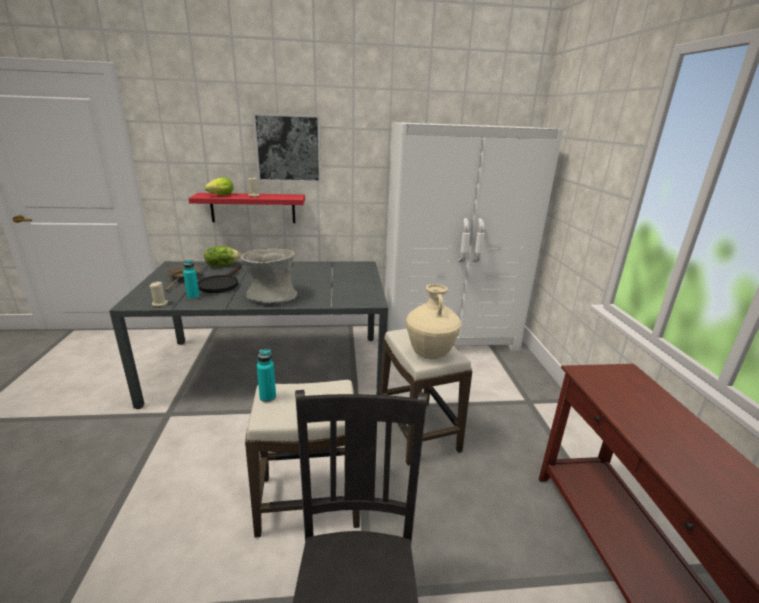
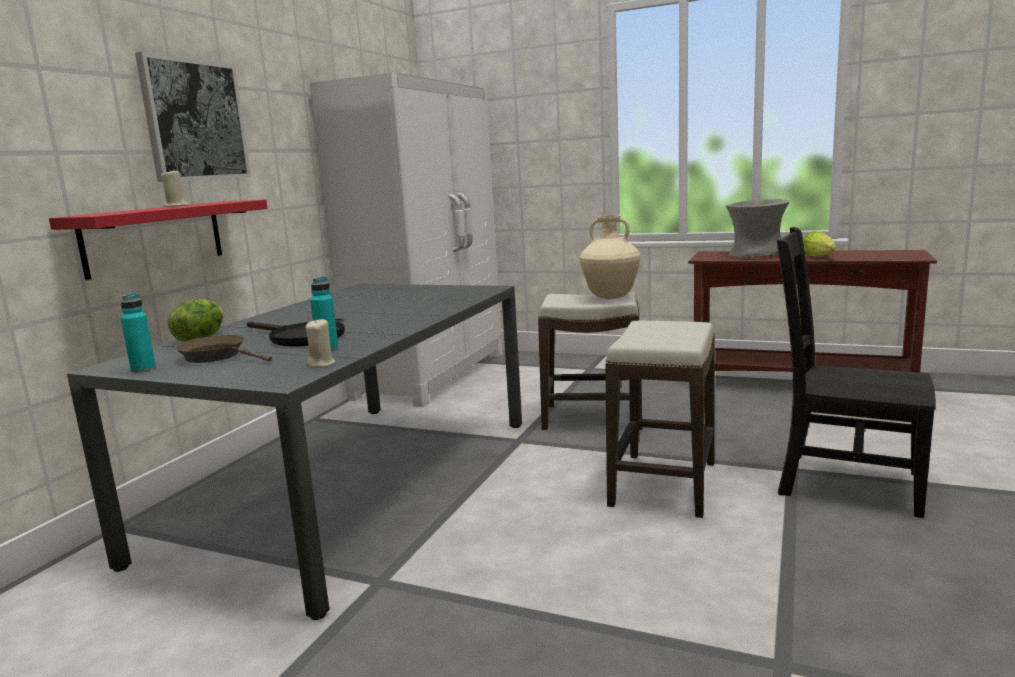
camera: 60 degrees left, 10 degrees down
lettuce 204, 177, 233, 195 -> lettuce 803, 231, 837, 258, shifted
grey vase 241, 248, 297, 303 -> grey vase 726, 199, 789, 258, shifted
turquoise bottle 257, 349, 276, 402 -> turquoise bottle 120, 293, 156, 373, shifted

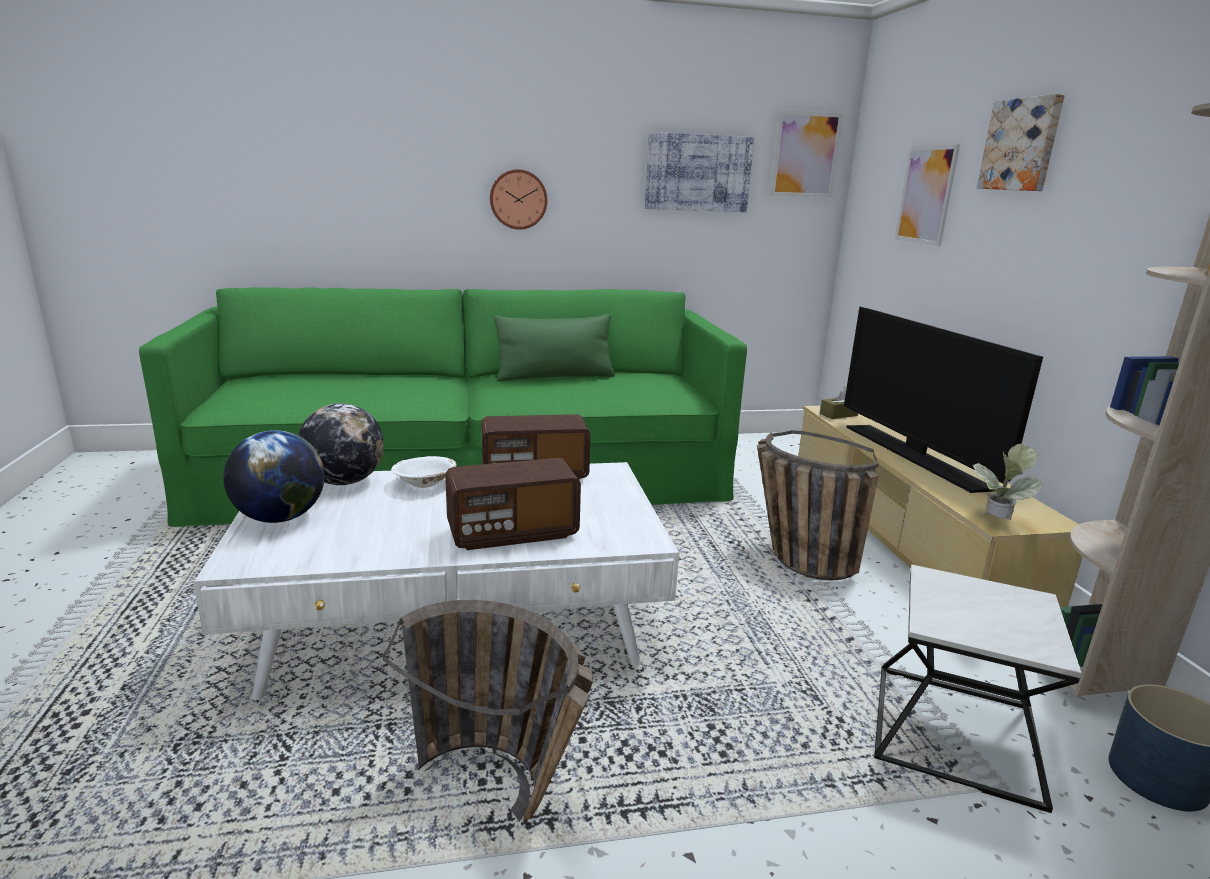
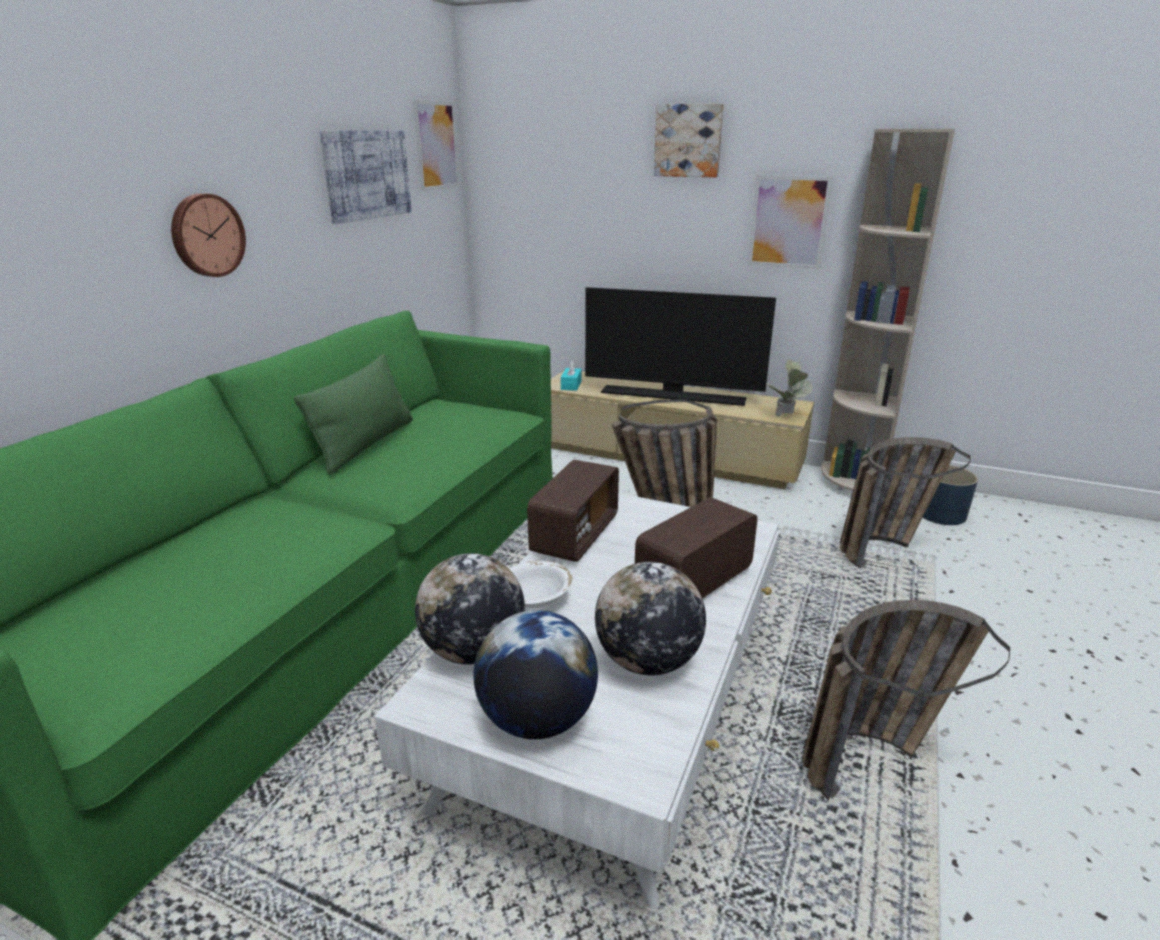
camera: 55 degrees left, 5 degrees up
radio 445, 458, 581, 550 -> radio 635, 497, 758, 598, 150 degrees counterclockwise
brown tissue box 820, 387, 858, 419 -> turquoise tissue box 561, 360, 582, 391
side table 874, 565, 1082, 813 -> basket 840, 437, 971, 568
picture 895, 144, 960, 246 -> picture 748, 175, 833, 270, shifted
none -> globe 595, 562, 706, 675

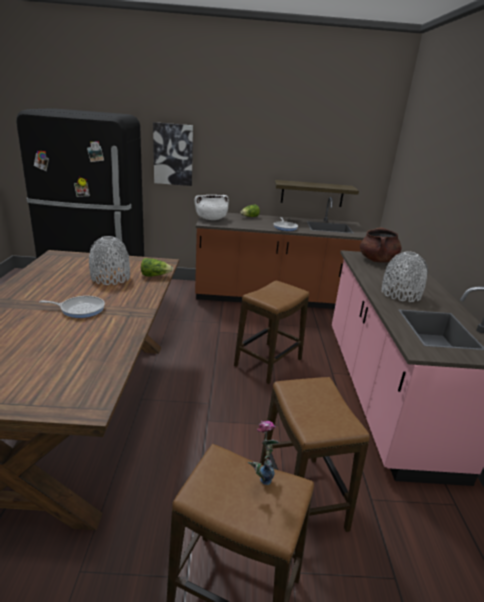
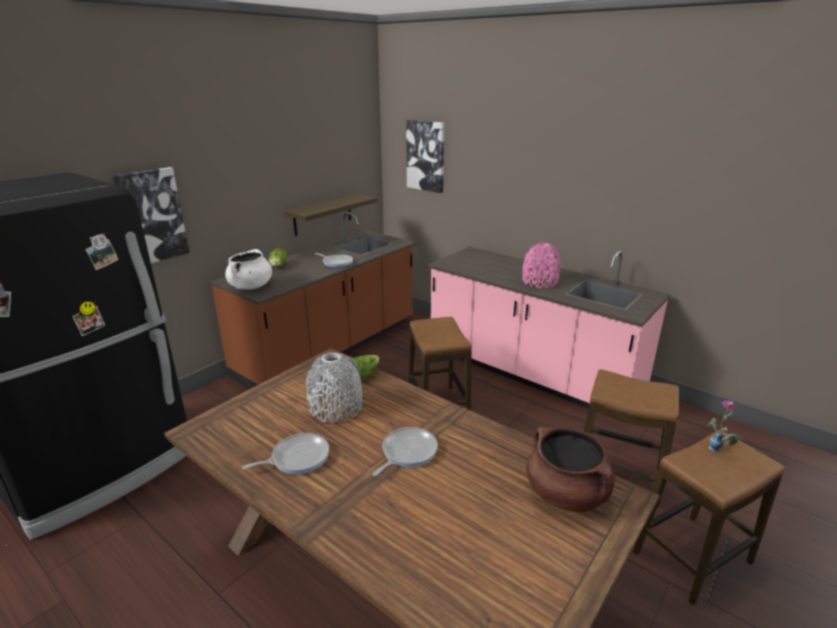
camera: 50 degrees left, 0 degrees up
brown cooking pot 360, 227, 402, 263 -> brown cooking pot 526, 427, 615, 512, shifted
grey vase 382, 251, 428, 302 -> pink vase 522, 243, 561, 288
none -> frying pan 242, 433, 329, 474
none -> picture 406, 120, 444, 193

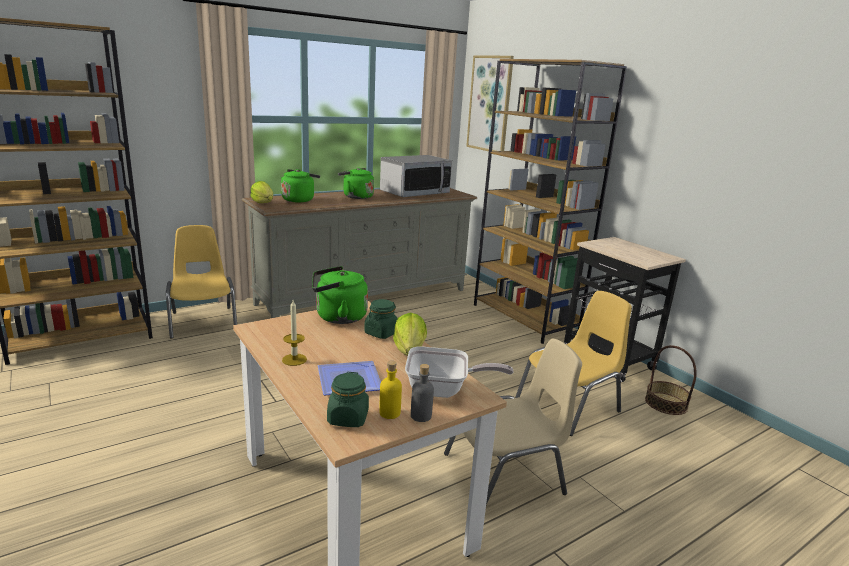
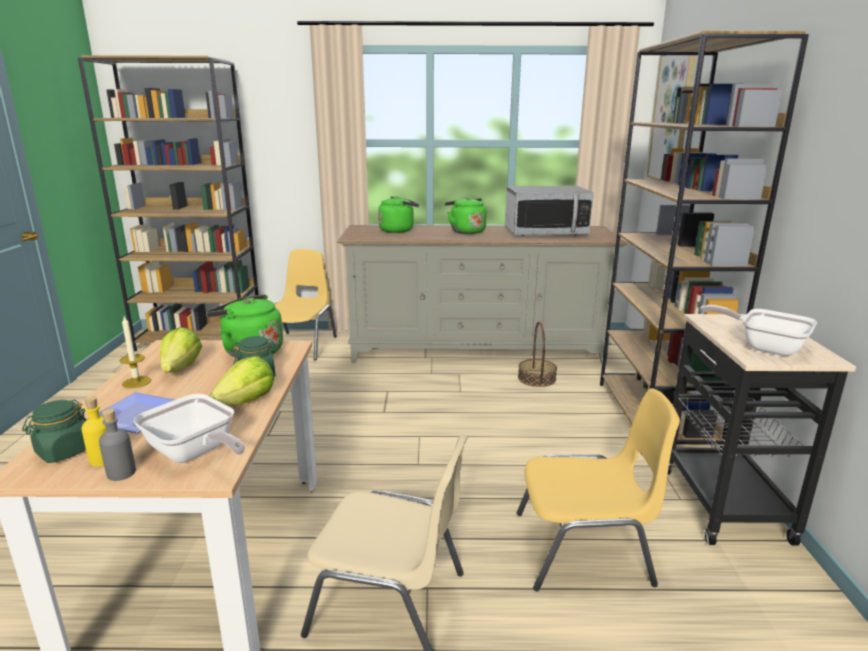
camera: 35 degrees right, 0 degrees up
lettuce 250, 181, 273, 203 -> lettuce 160, 327, 202, 373, shifted
basket 645, 345, 697, 415 -> basket 518, 322, 557, 387, shifted
none -> frying pan 700, 305, 817, 356

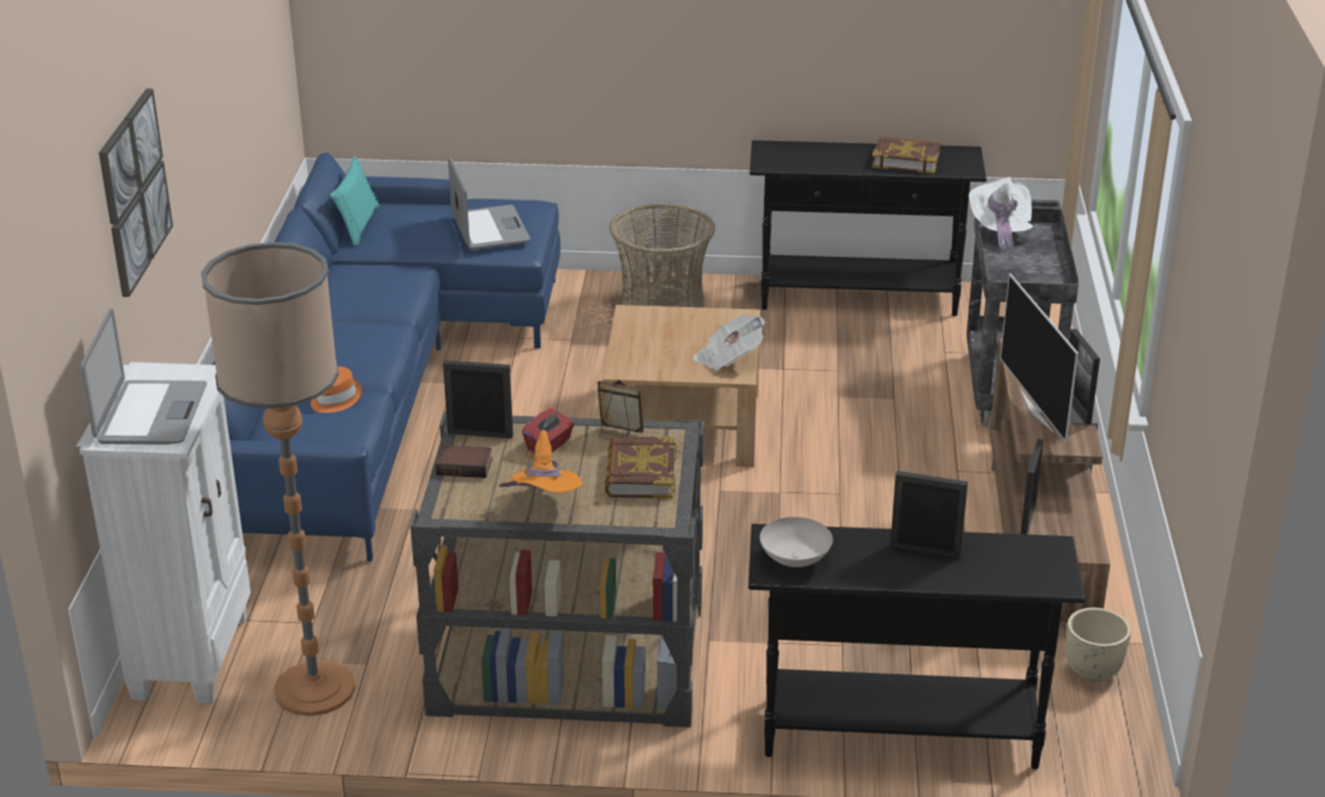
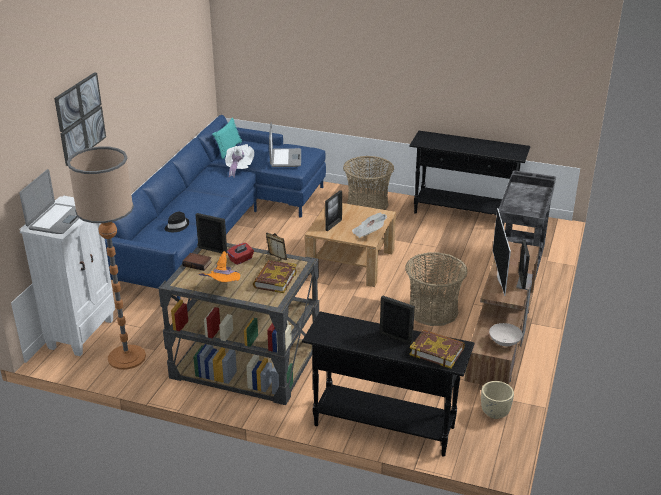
camera: 15 degrees right, 0 degrees up
orange hat 311, 366, 362, 413 -> black hat 165, 212, 189, 232
white bowl 760, 517, 833, 567 -> white bowl 489, 323, 523, 346, shifted
book 872, 136, 941, 174 -> book 409, 330, 465, 369, shifted
white hat 969, 177, 1033, 253 -> white hat 225, 144, 254, 178, shifted
picture frame 1020, 439, 1044, 534 -> picture frame 325, 190, 342, 231, shifted
none -> basket 405, 252, 468, 326

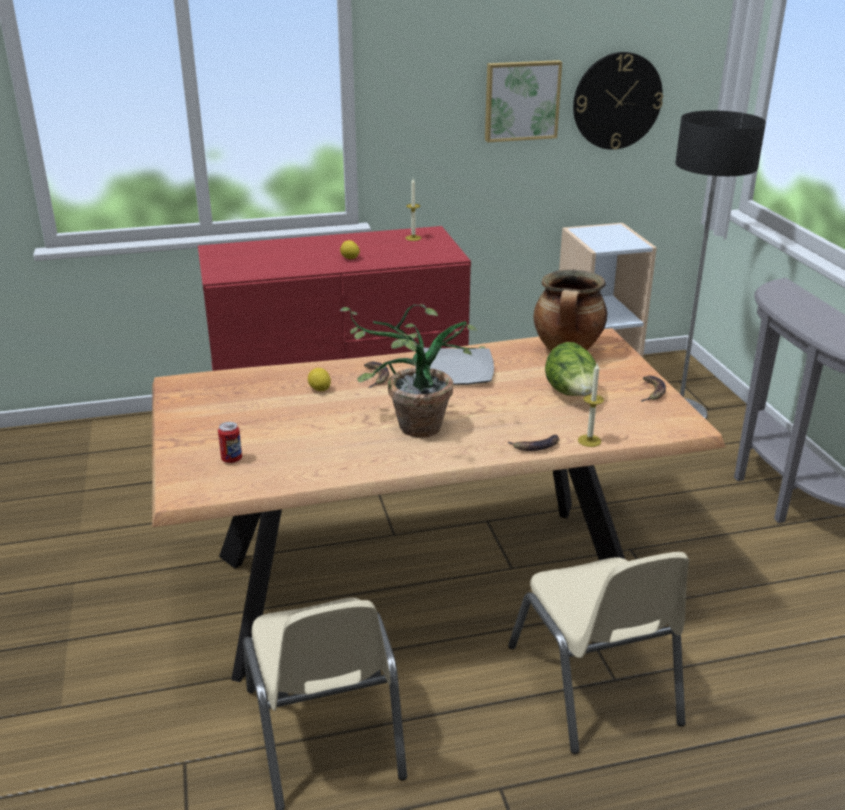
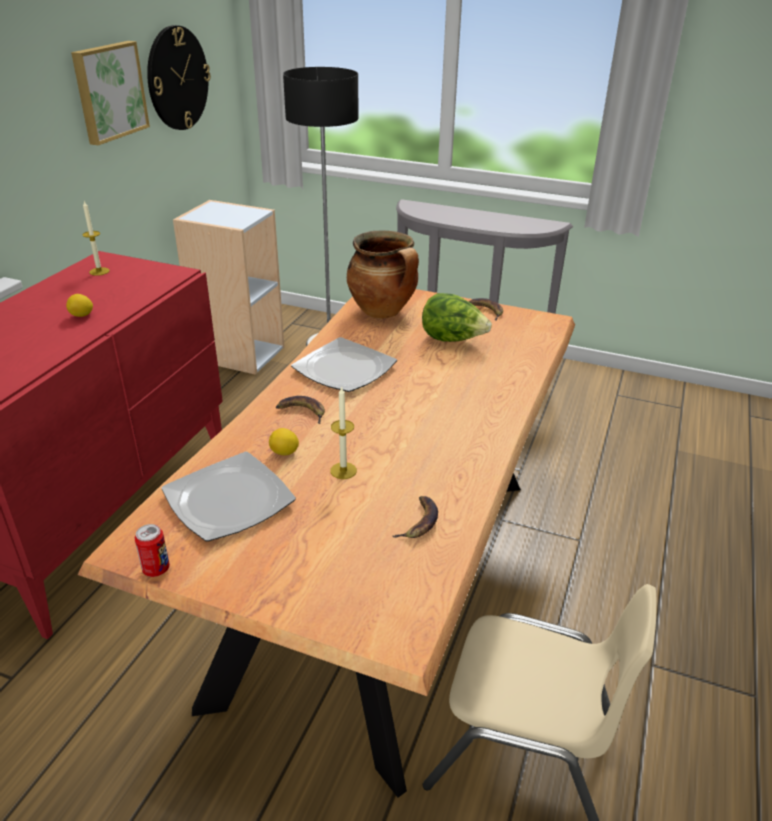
camera: 55 degrees left, 5 degrees up
can 218, 422, 242, 463 -> can 135, 524, 170, 577, shifted
potted plant 340, 304, 486, 438 -> none
banana 508, 435, 559, 451 -> banana 393, 496, 438, 538, shifted
beige chair 508, 552, 689, 754 -> none
candle 578, 362, 604, 447 -> candle 330, 386, 357, 479, shifted
none -> plate 162, 452, 296, 542

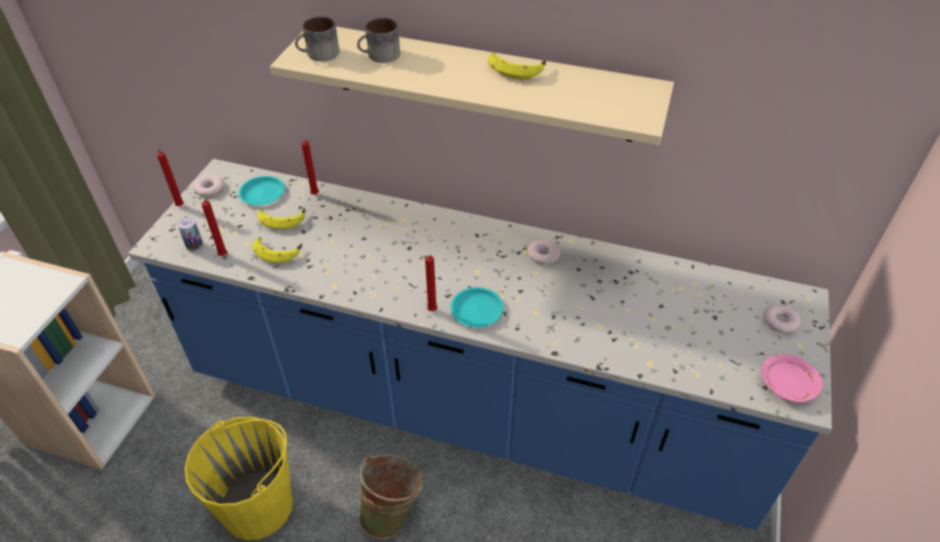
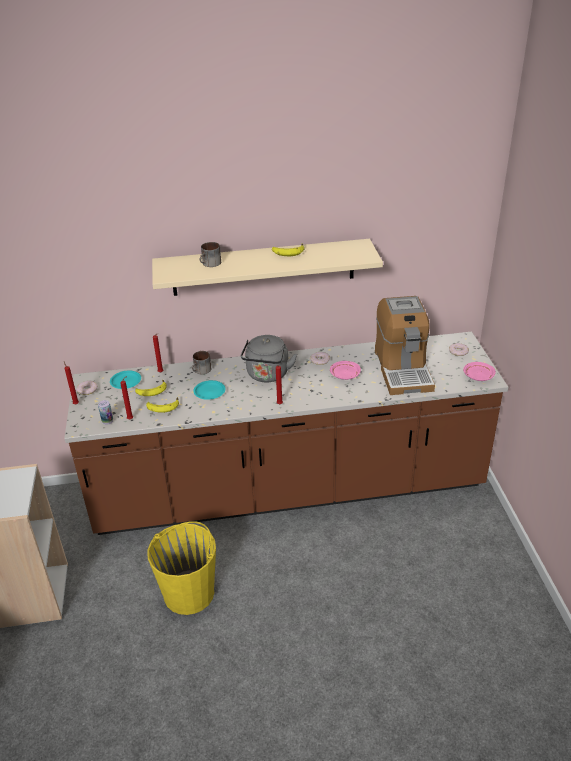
camera: 25 degrees left, 10 degrees down
blue counter 128, 159, 832, 530 -> brown counter 64, 332, 508, 535
mug 295, 16, 339, 61 -> mug 192, 351, 211, 374, shifted
green bucket 355, 454, 423, 539 -> none
turquoise plate 450, 287, 504, 328 -> turquoise plate 193, 380, 225, 400, shifted
none -> grey kettle 241, 335, 297, 382
none -> pink plate 330, 361, 361, 380
none -> coffee machine 375, 296, 435, 395

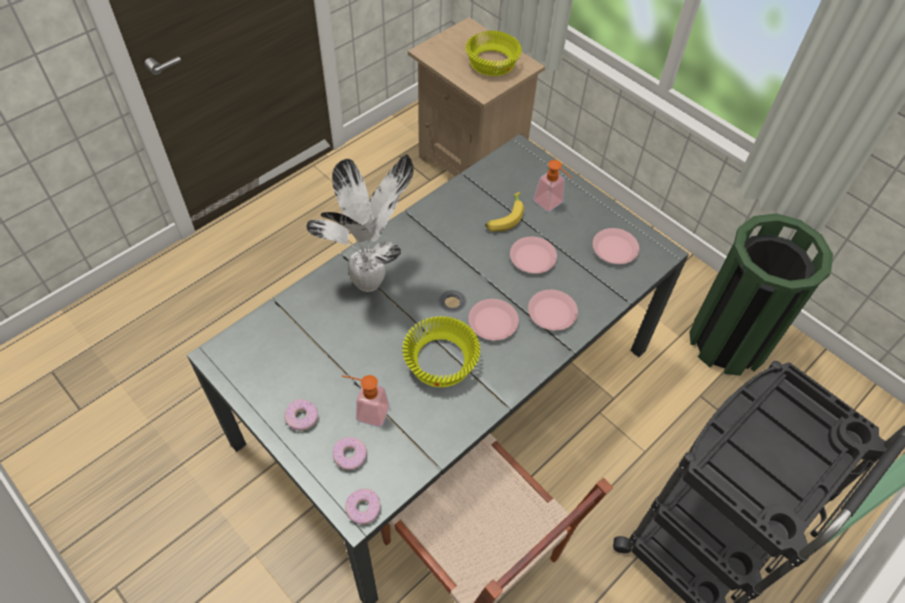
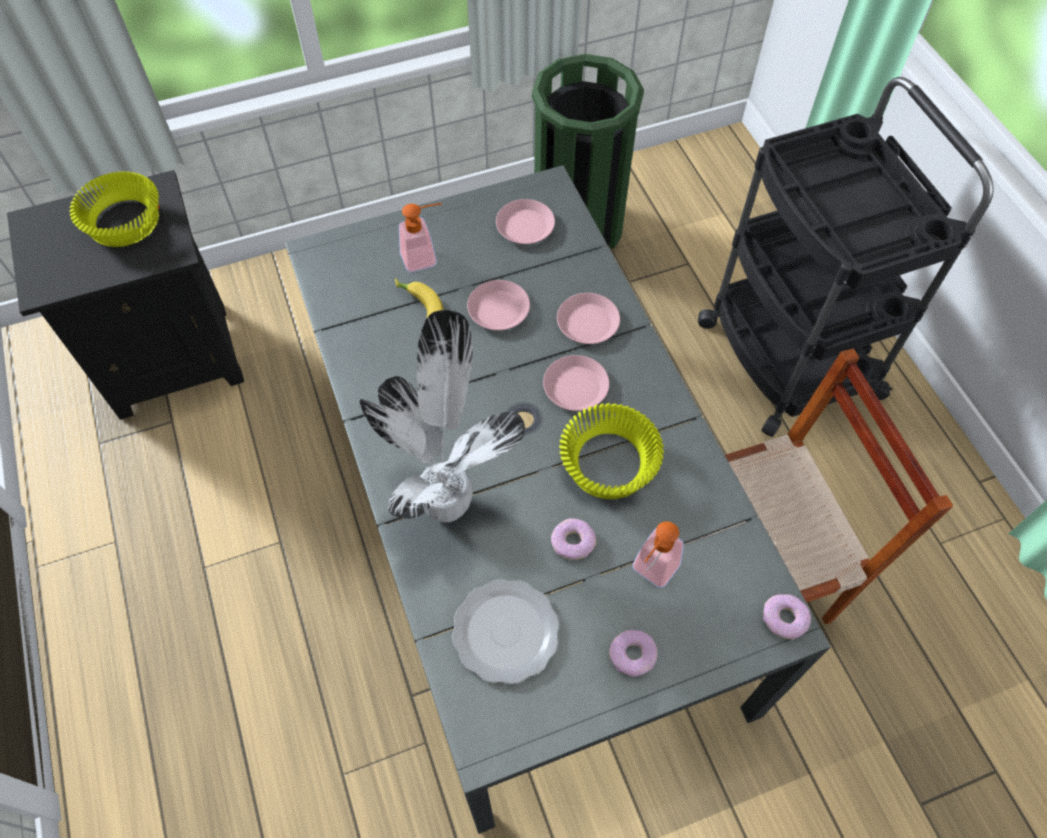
camera: 65 degrees left, 5 degrees up
donut 333, 437, 367, 470 -> donut 551, 518, 596, 560, shifted
beige nightstand 408, 17, 545, 176 -> black nightstand 7, 170, 244, 420
none -> plate 452, 579, 560, 685

